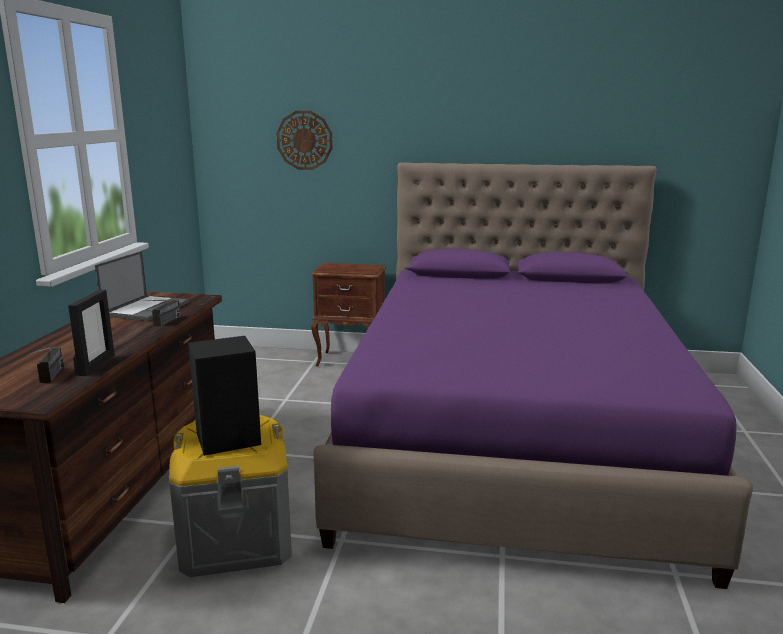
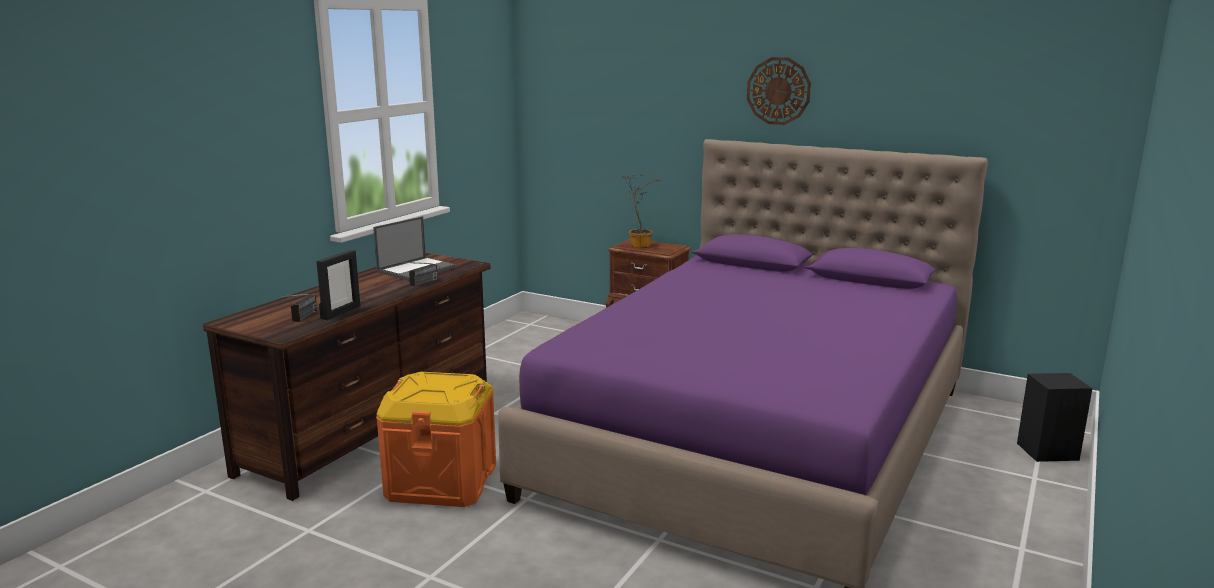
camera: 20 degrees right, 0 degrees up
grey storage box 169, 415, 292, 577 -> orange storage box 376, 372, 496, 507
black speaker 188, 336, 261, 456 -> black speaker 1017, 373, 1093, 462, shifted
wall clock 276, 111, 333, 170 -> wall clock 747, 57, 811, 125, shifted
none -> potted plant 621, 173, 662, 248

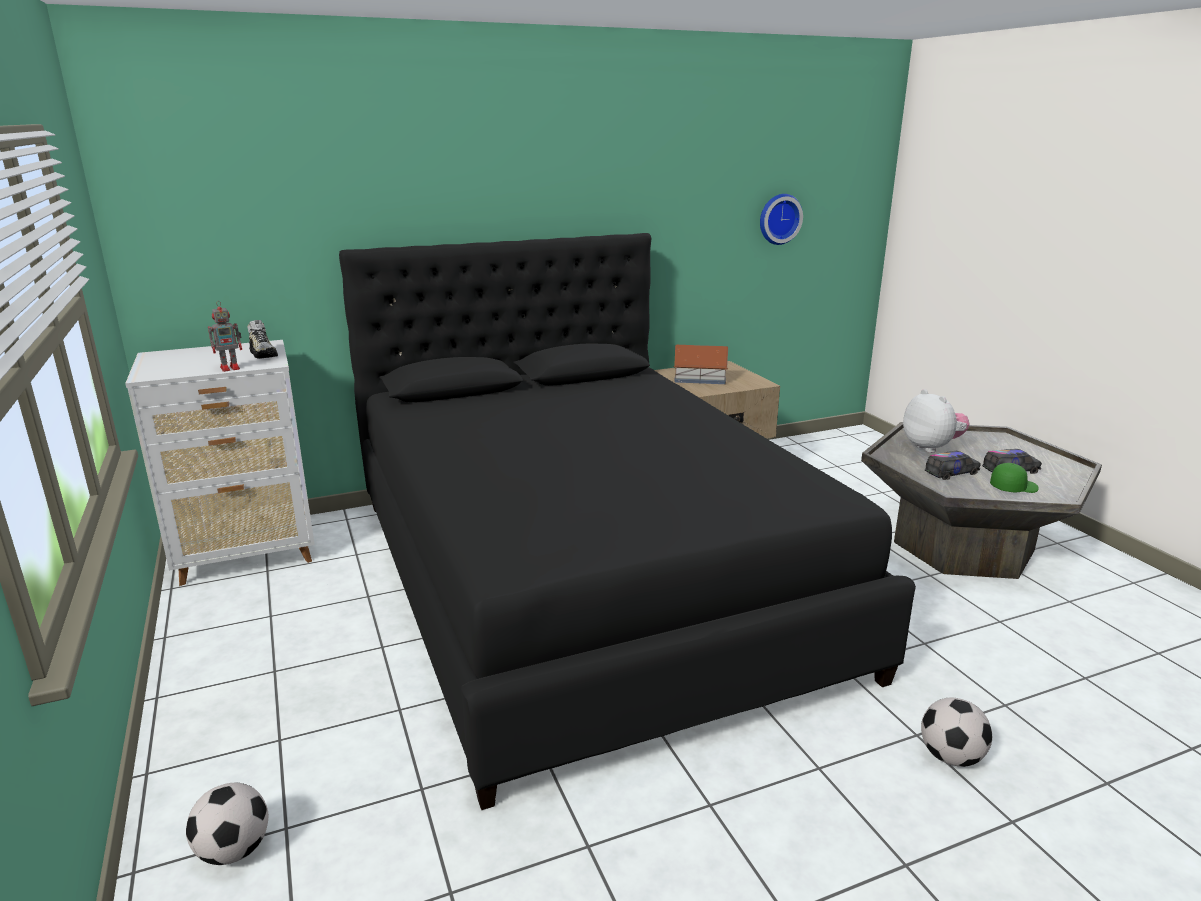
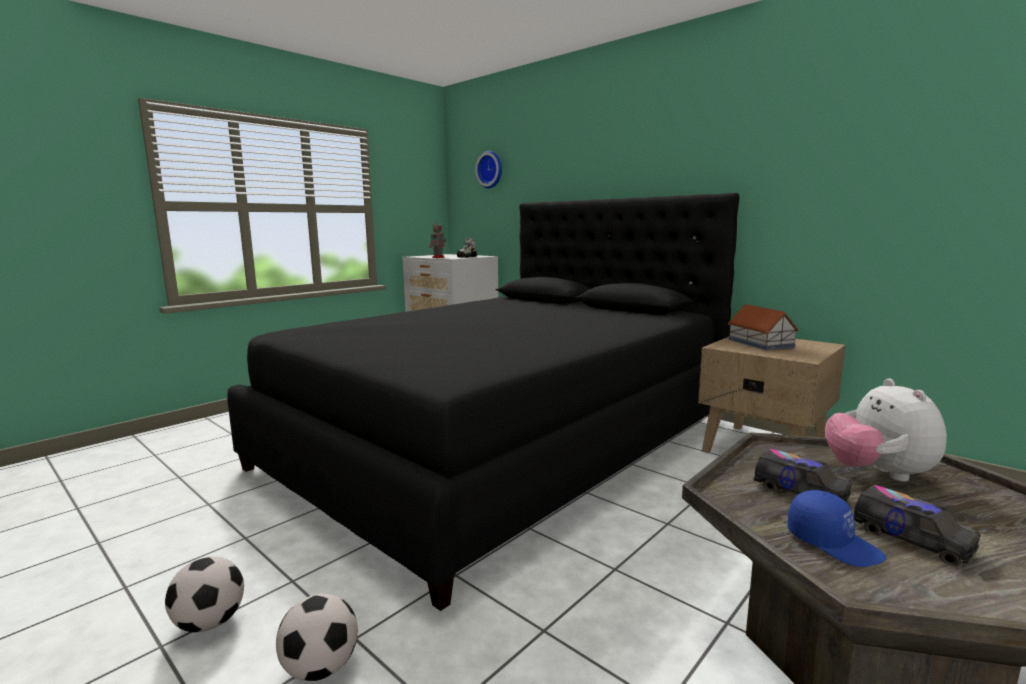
camera: 65 degrees right, 10 degrees down
football 186, 783, 268, 865 -> football 165, 556, 244, 633, shifted
wall clock 760, 194, 803, 245 -> wall clock 475, 151, 502, 188, shifted
plush toy 903, 389, 970, 453 -> plush toy 825, 379, 947, 482, 135 degrees clockwise
green cap 990, 463, 1038, 493 -> blue cap 788, 490, 886, 567

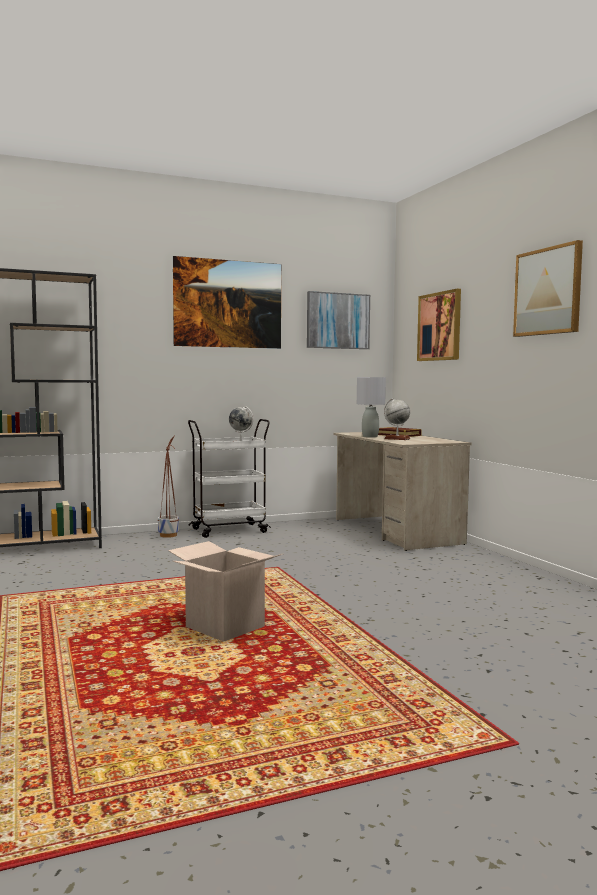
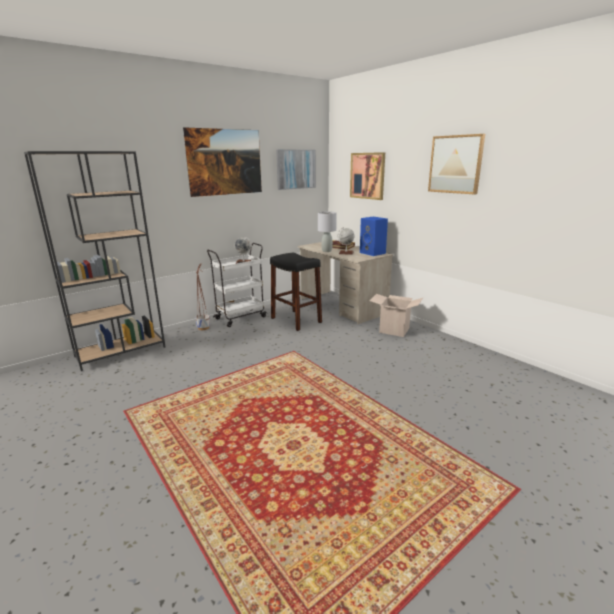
camera: 15 degrees left, 15 degrees up
cardboard box 168, 541, 282, 642 -> cardboard box 370, 294, 423, 337, shifted
none -> black stool 270, 253, 322, 331
none -> blue speaker 360, 217, 388, 256

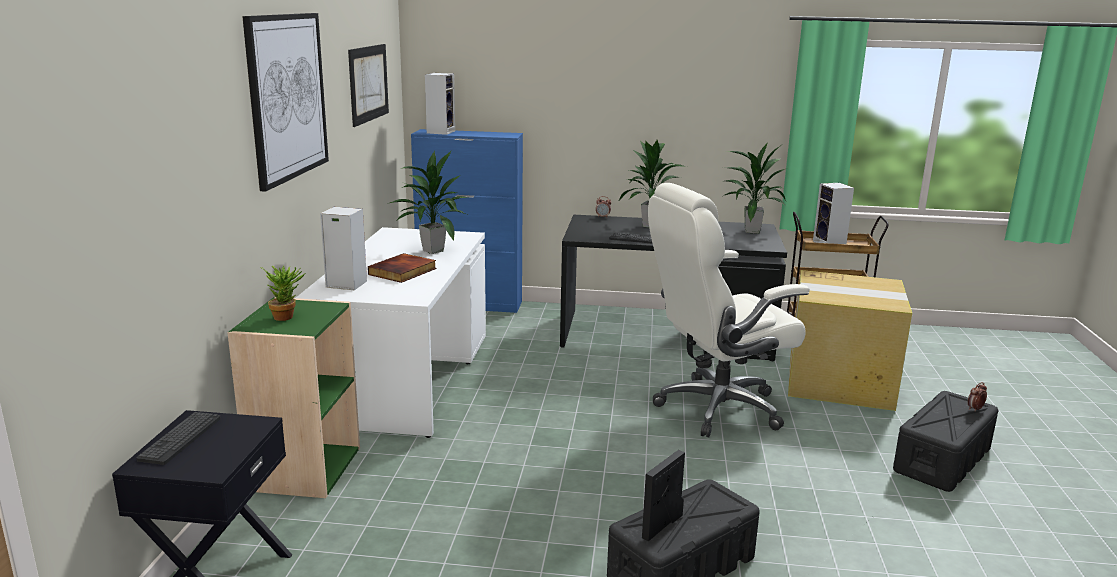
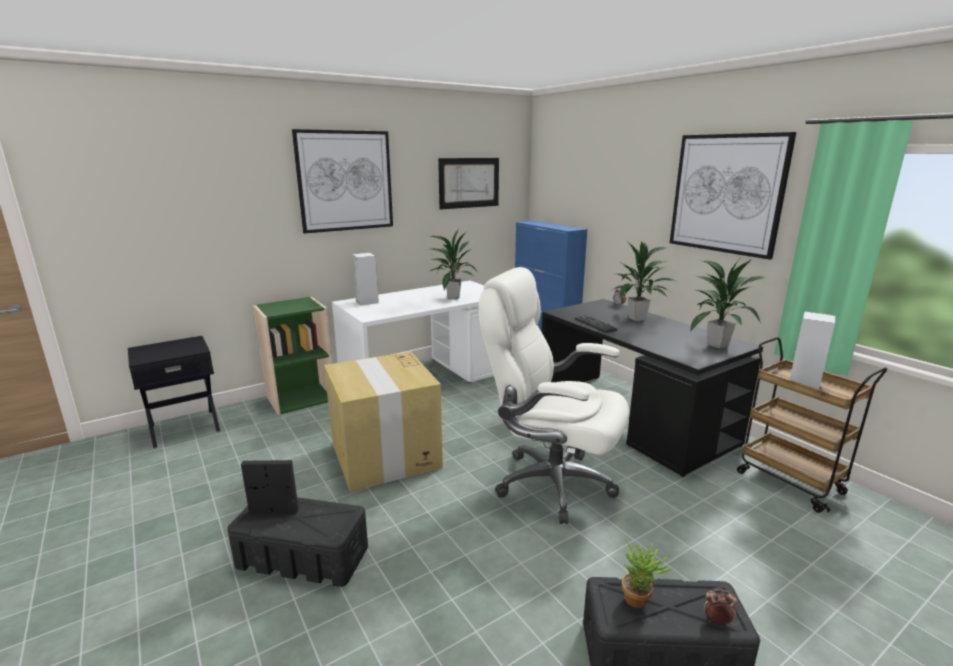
camera: 50 degrees right, 0 degrees up
keyboard 137, 412, 221, 465 -> none
potted plant 260, 266, 305, 321 -> potted plant 622, 539, 673, 608, shifted
book 368, 253, 436, 283 -> none
speaker 425, 73, 455, 135 -> none
cardboard box 788, 270, 912, 411 -> cardboard box 324, 352, 443, 492, shifted
none -> picture 670, 132, 796, 260

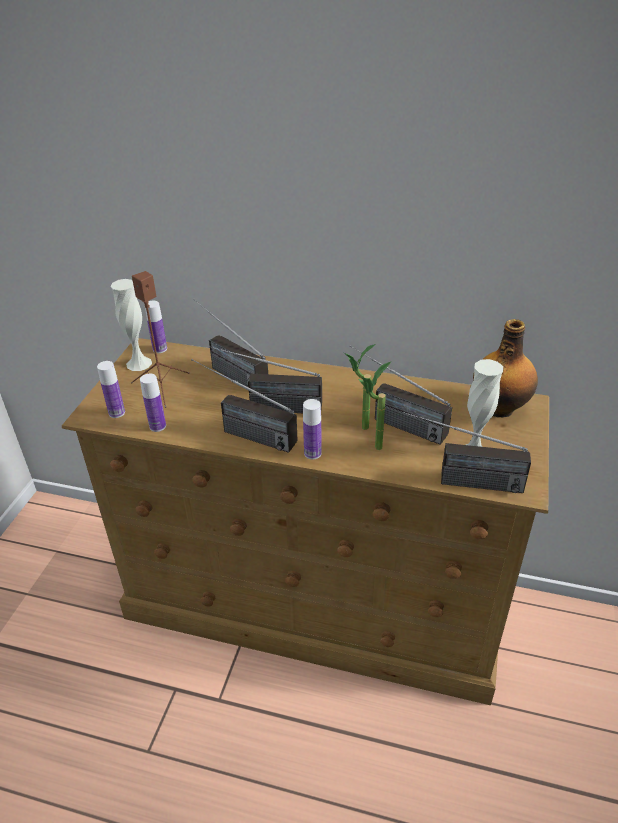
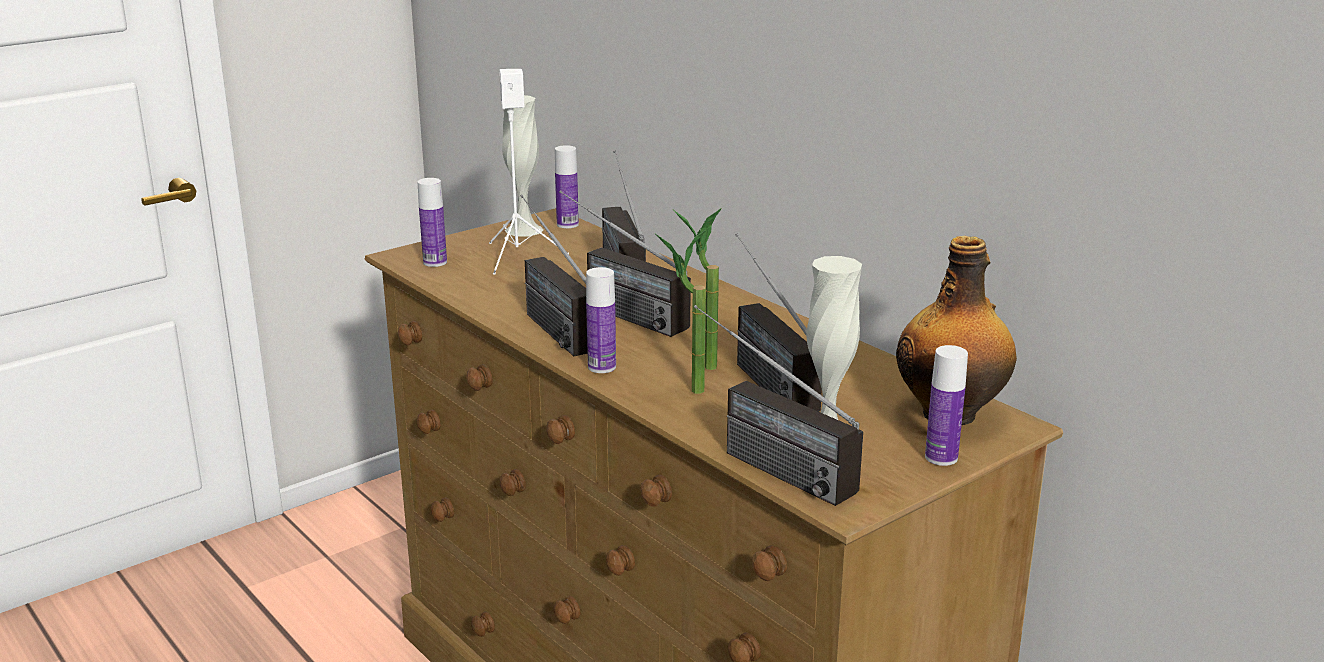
camera: 35 degrees right, 15 degrees down
brown speaker 131, 271, 190, 408 -> white speaker 489, 69, 569, 274
bottle 140, 374, 166, 432 -> bottle 925, 345, 968, 466, shifted

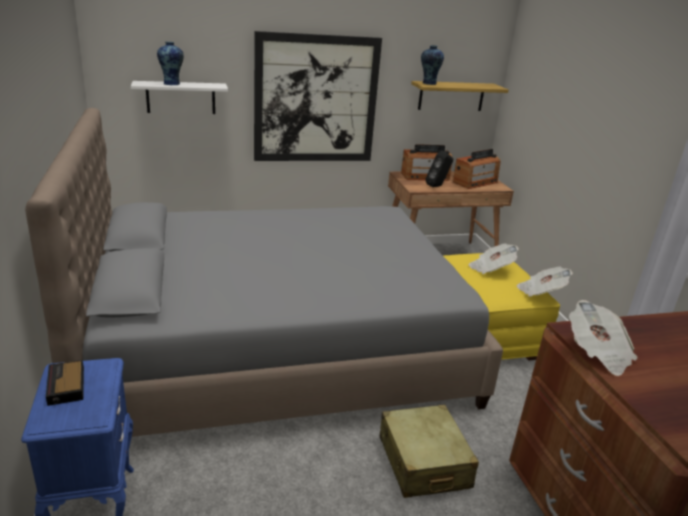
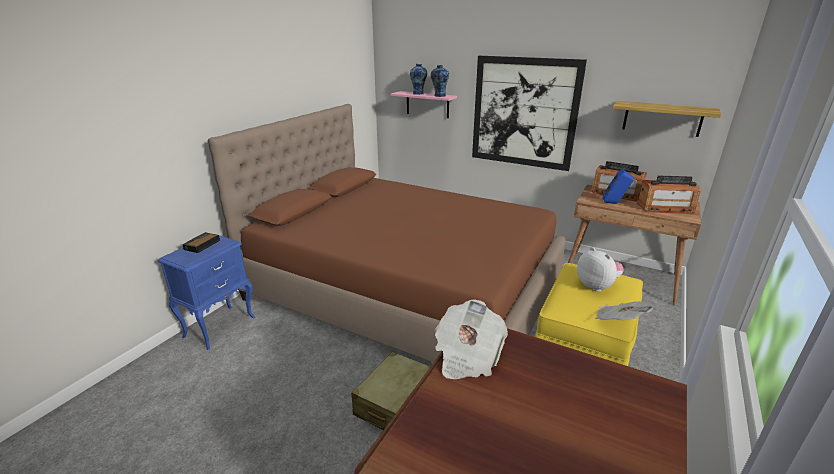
camera: 45 degrees right, 0 degrees up
grey bed 25, 108, 503, 437 -> brown bed 208, 104, 566, 362
white shelf 131, 81, 228, 114 -> pink shelf 391, 91, 457, 118
vase 421, 45, 444, 85 -> vase 431, 65, 449, 97, shifted
black speaker 426, 151, 453, 187 -> blue speaker 602, 169, 634, 204
newspaper 468, 243, 519, 274 -> plush toy 577, 247, 624, 292

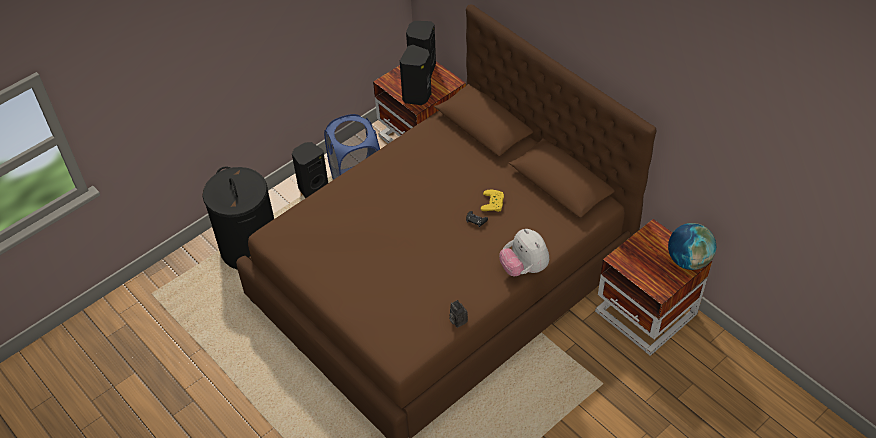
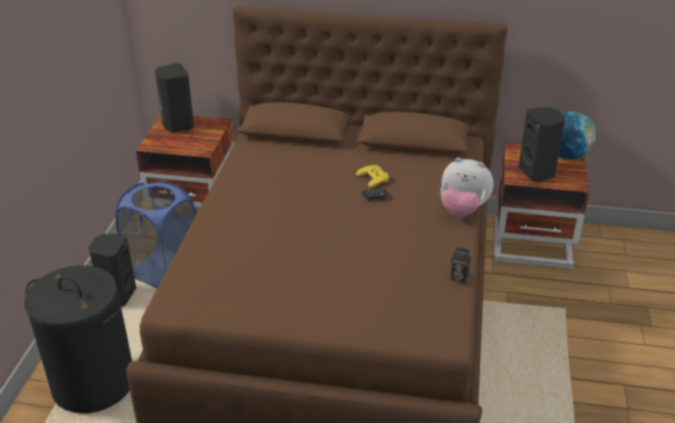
camera: 40 degrees left, 15 degrees down
black speaker 400, 45, 431, 105 -> black speaker 518, 107, 565, 182, shifted

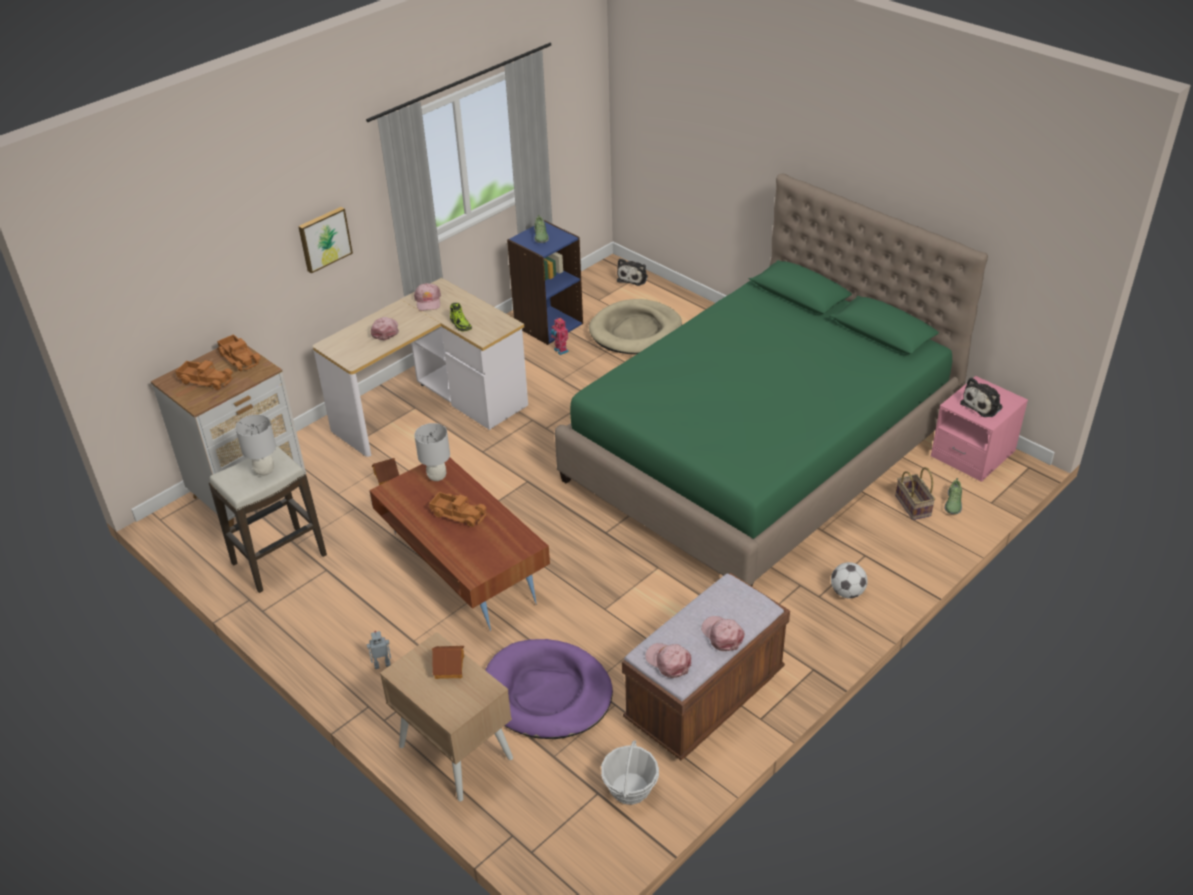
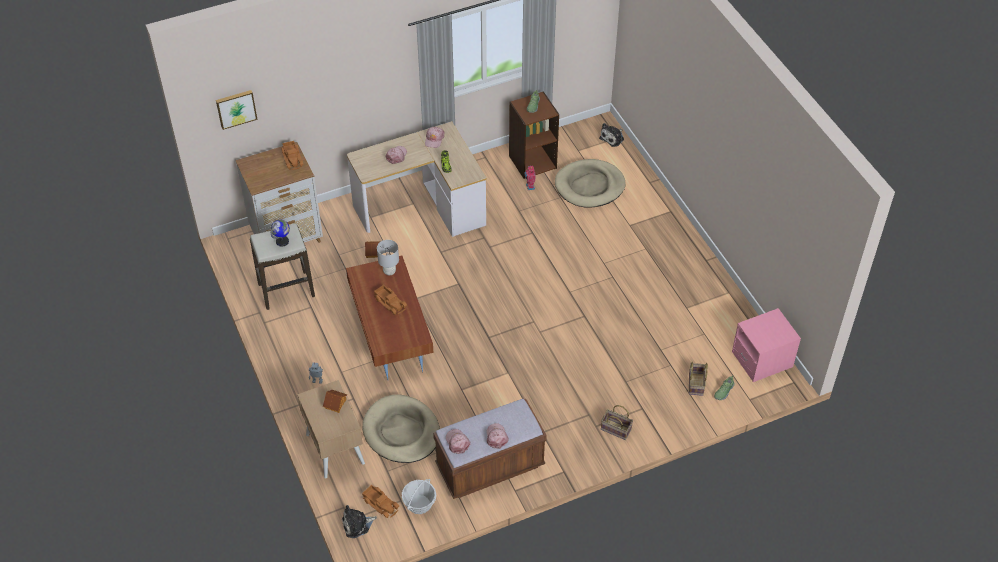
camera: 20 degrees right, 10 degrees up
toy truck 175, 360, 233, 390 -> toy truck 362, 485, 399, 518, shifted
grey table lamp 235, 414, 276, 476 -> globe 271, 220, 290, 247
picture 298, 207, 353, 273 -> picture 216, 90, 257, 130, shifted
purple dog bed 485, 639, 613, 739 -> beige dog bed 362, 394, 440, 463
blue bookcase 507, 220, 583, 345 -> brown bookcase 509, 91, 559, 179
green bed 555, 173, 988, 586 -> none
football 831, 562, 868, 598 -> basket 601, 405, 633, 440
plush toy 960, 377, 1002, 417 -> plush toy 342, 505, 377, 538, shifted

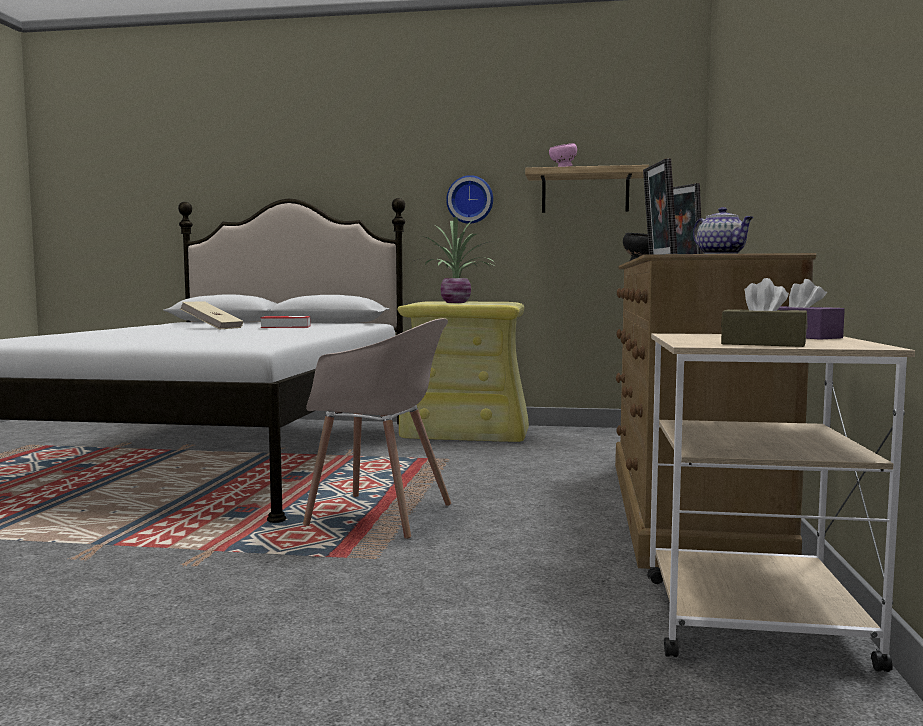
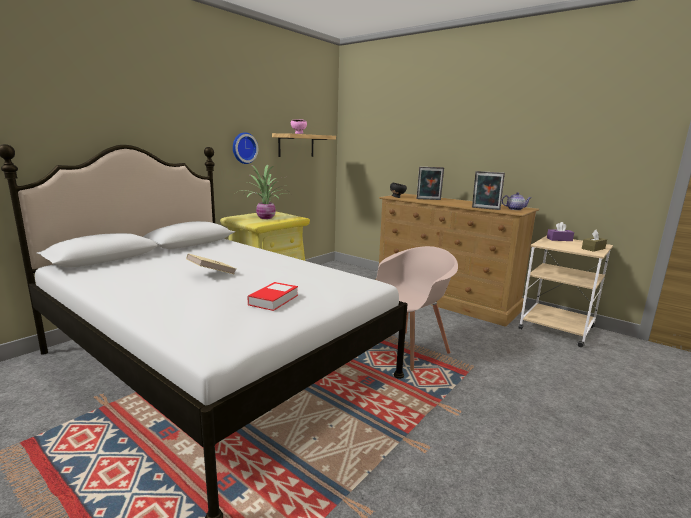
camera: 60 degrees left, 10 degrees up
book 261, 316, 310, 328 -> book 247, 282, 298, 311, shifted

